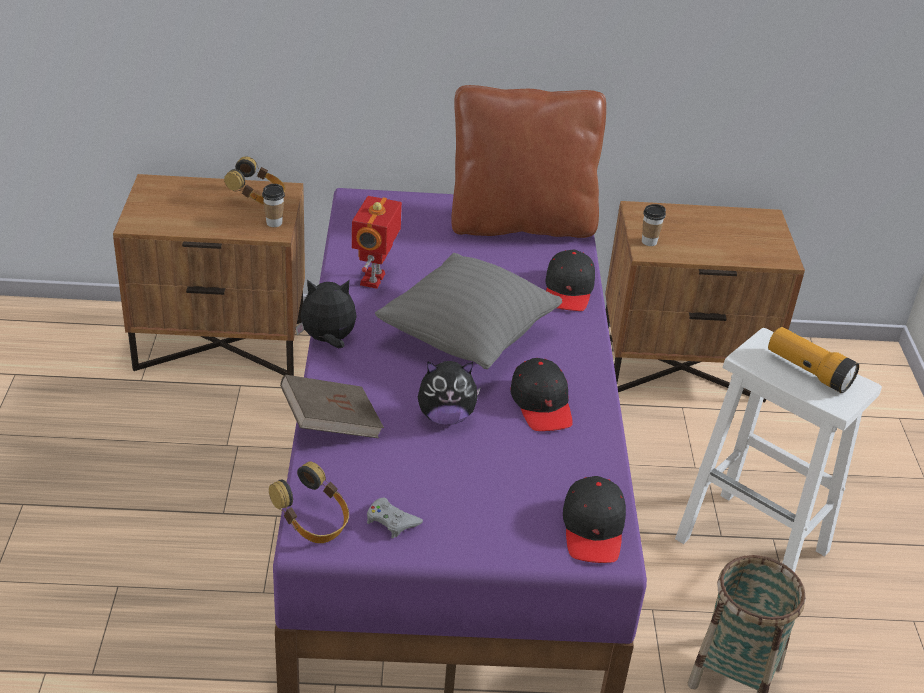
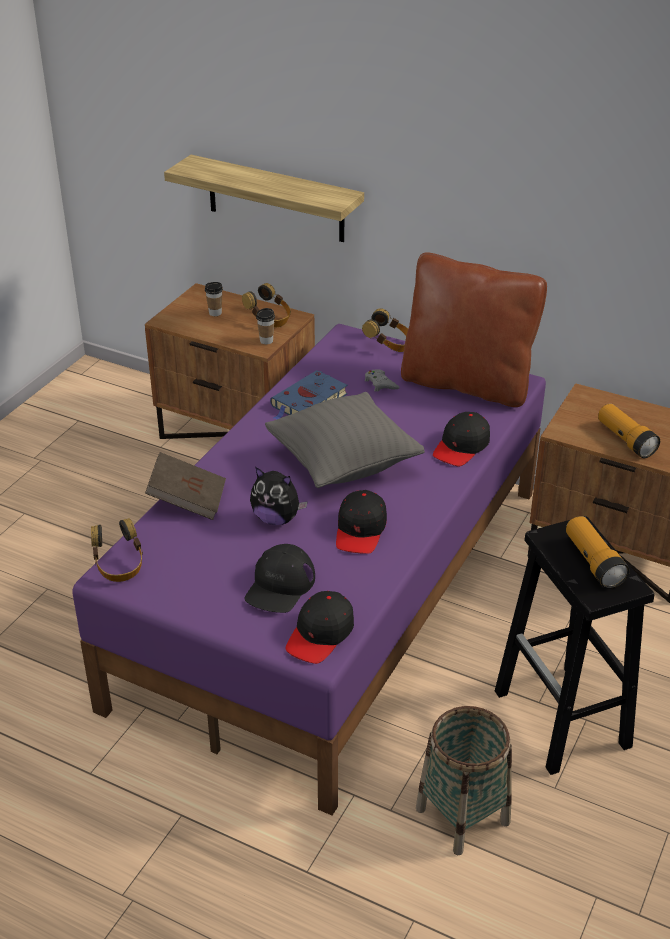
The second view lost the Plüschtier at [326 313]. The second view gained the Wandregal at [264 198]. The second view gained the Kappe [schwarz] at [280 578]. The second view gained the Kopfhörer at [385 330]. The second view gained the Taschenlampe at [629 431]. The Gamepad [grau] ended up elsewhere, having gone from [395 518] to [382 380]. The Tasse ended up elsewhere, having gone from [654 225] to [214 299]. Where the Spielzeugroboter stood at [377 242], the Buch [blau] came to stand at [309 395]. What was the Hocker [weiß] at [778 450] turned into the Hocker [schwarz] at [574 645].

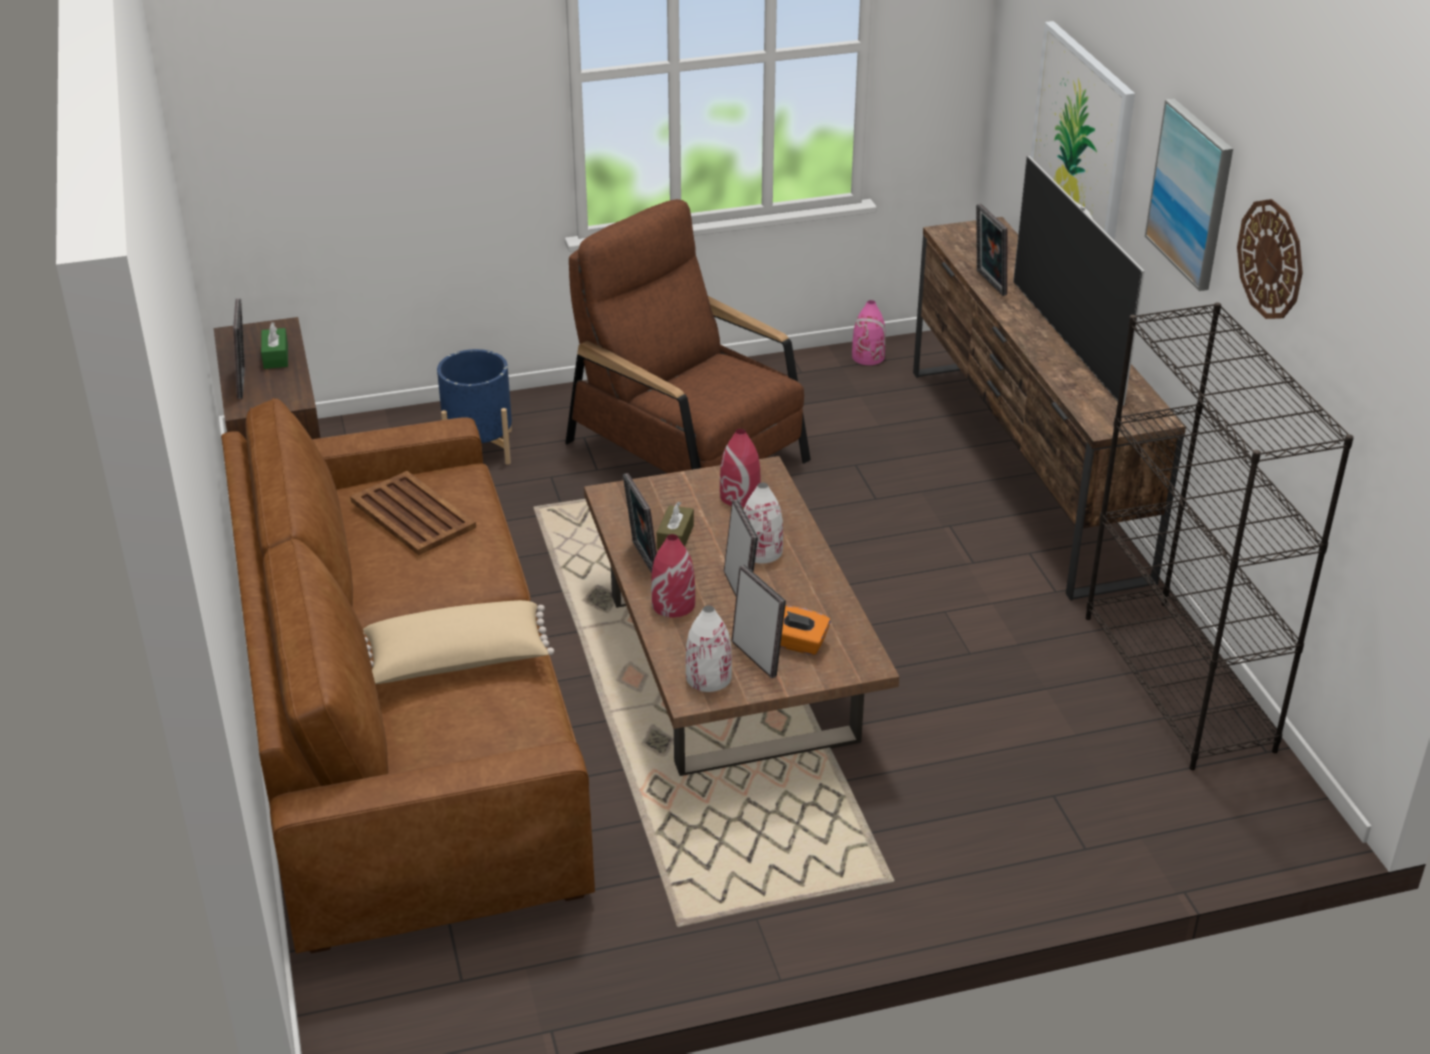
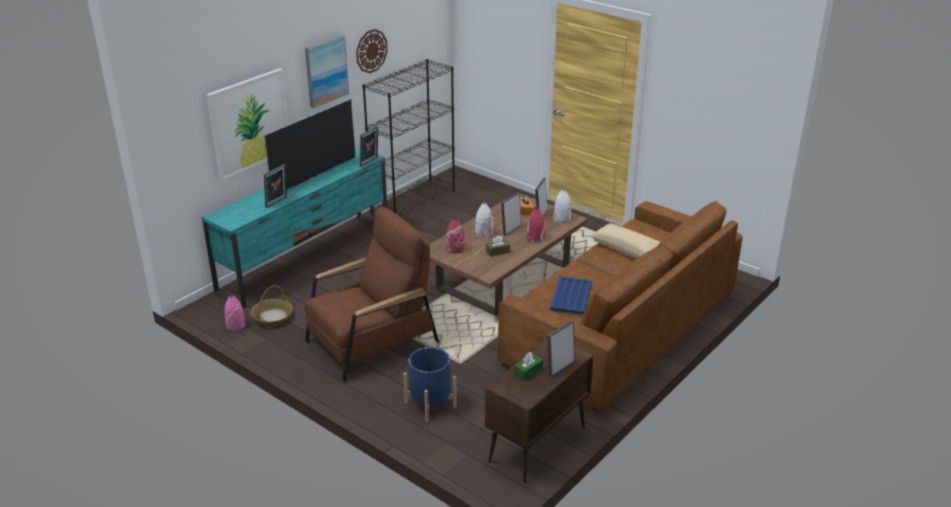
The second view gained the Korb at [272 305]. The Bilderrahmen ended up elsewhere, having gone from [640 523] to [368 146]. What was the Tablett [braun] at [413 513] turned into the Tablett [blau] at [571 295]. What was the Fernsehschrank [braun] at [1049 409] turned into the Fernsehschrank [türkis] at [294 227]. The Sessel [braun] at [688 336] ended up facing another way, 135 degrees counterclockwise from before.

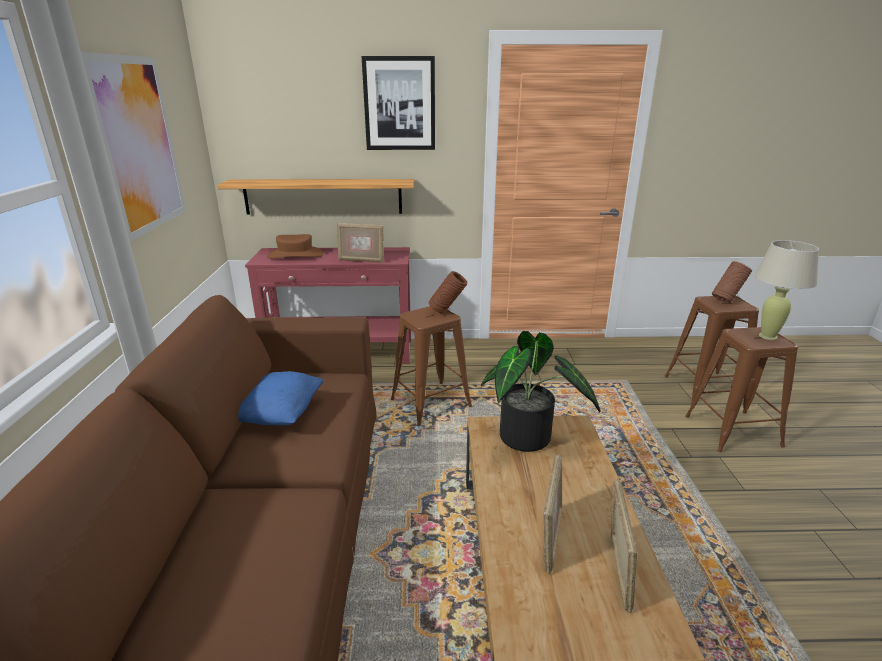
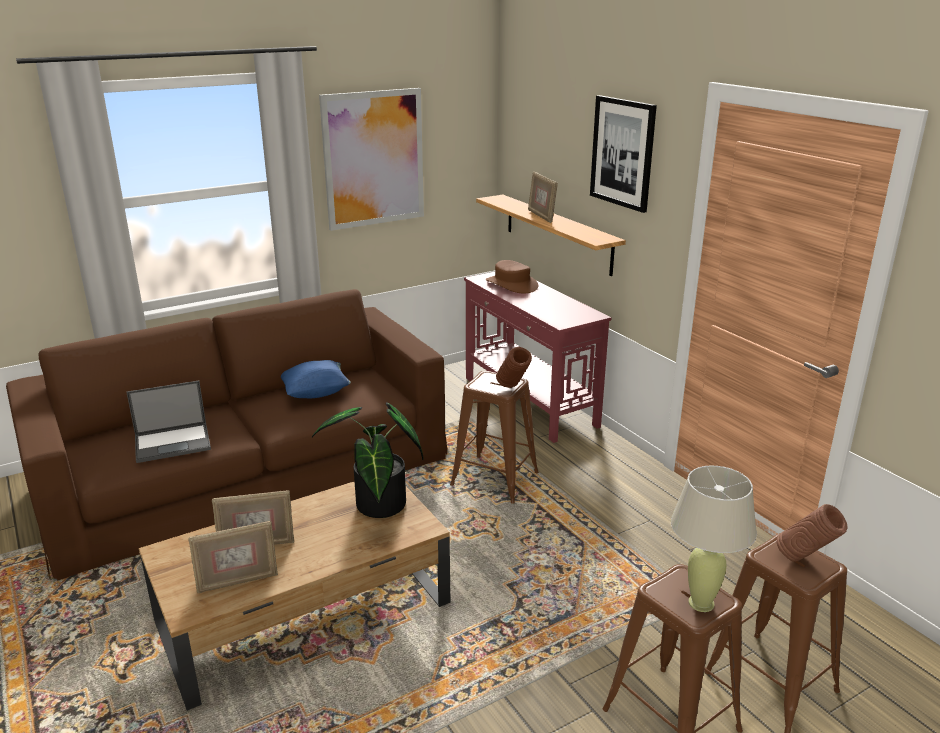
The second view gained the Laptop at [168 422]. The Bilderrahmen ended up elsewhere, having gone from [360 243] to [543 197].

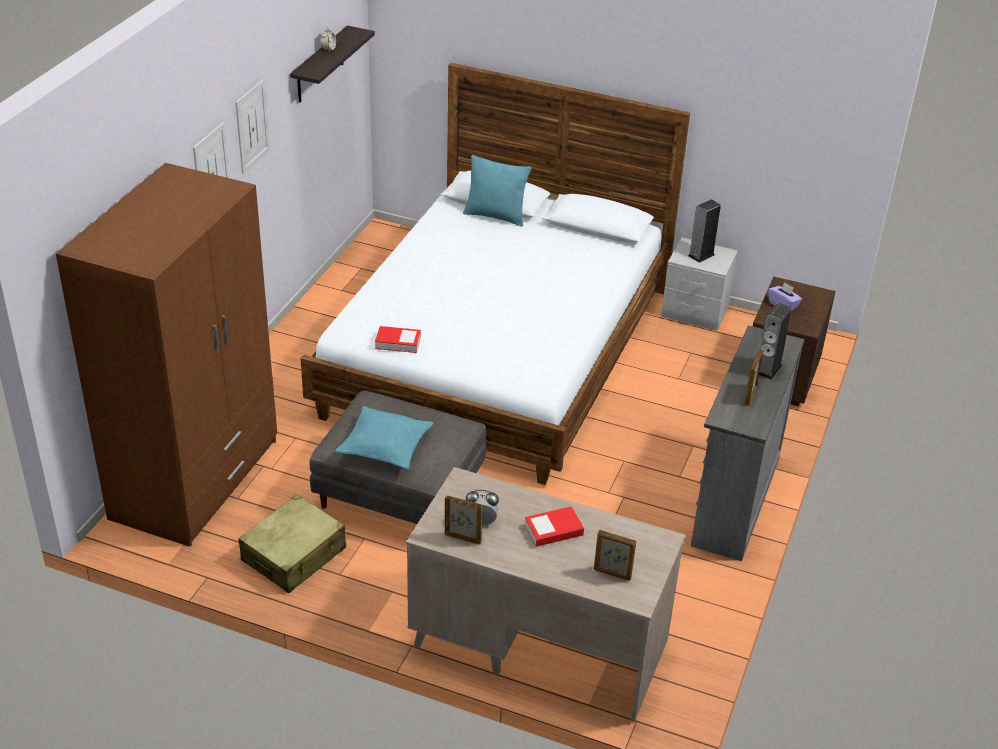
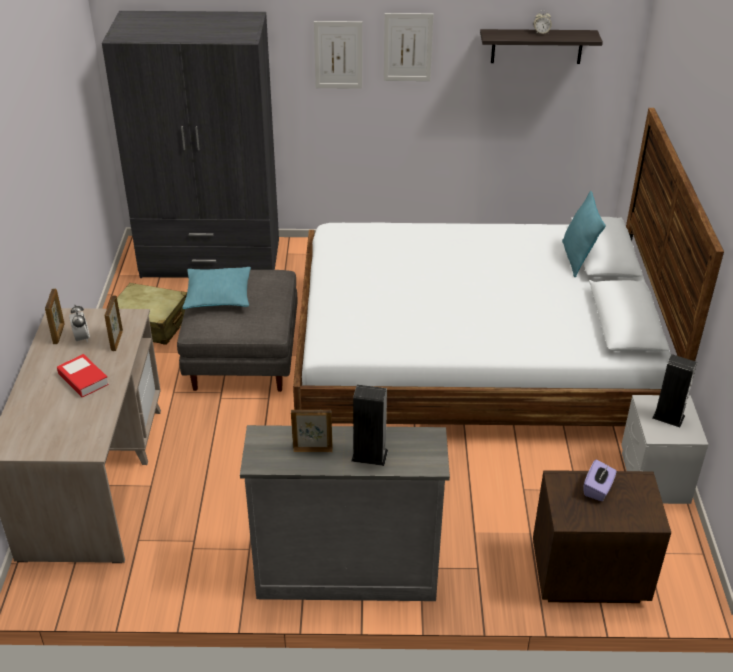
The second view lost the Buch at [398 339]. The Bilderrahmen ended up elsewhere, having gone from [615 555] to [113 323]. What was the Kleiderschrank [braun] at [166 355] turned into the Kleiderschrank [grau] at [190 144].

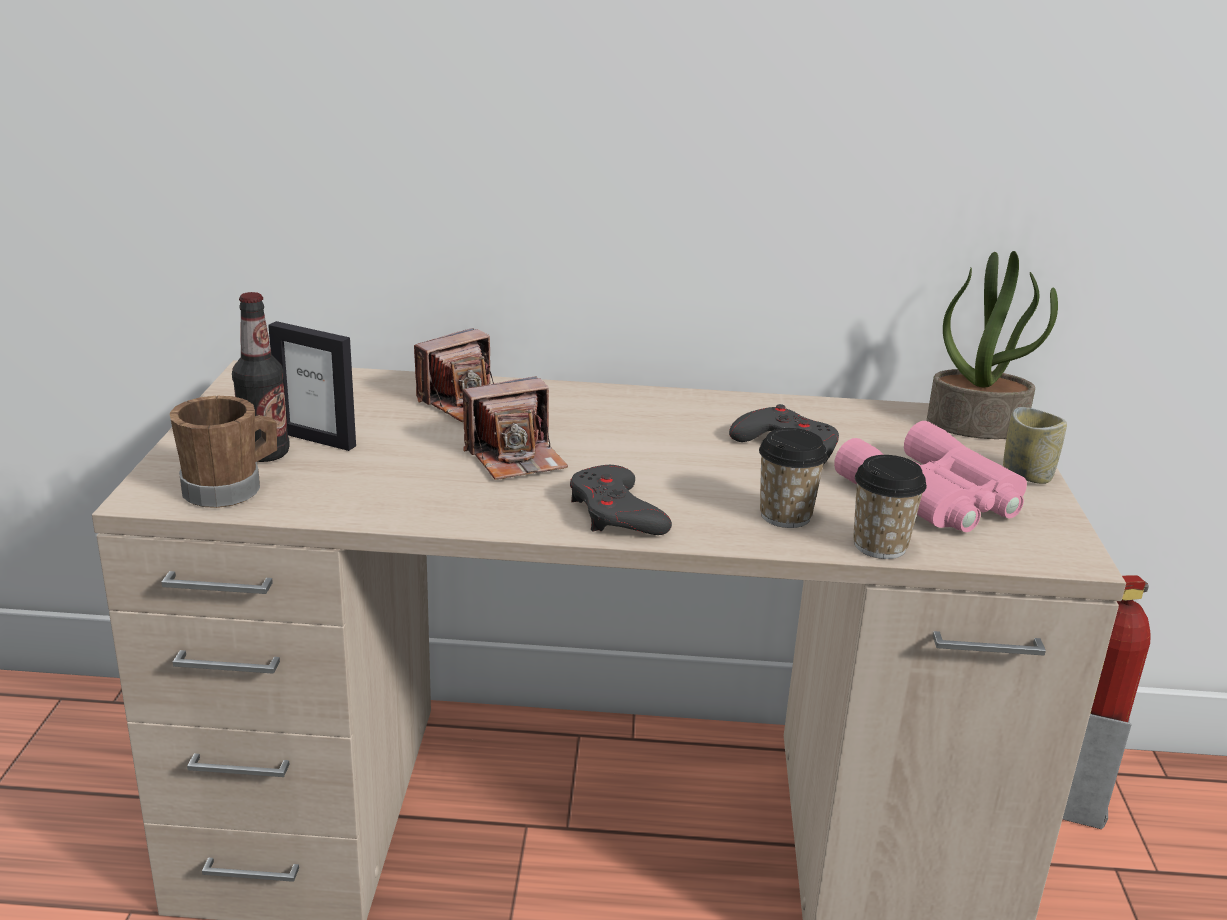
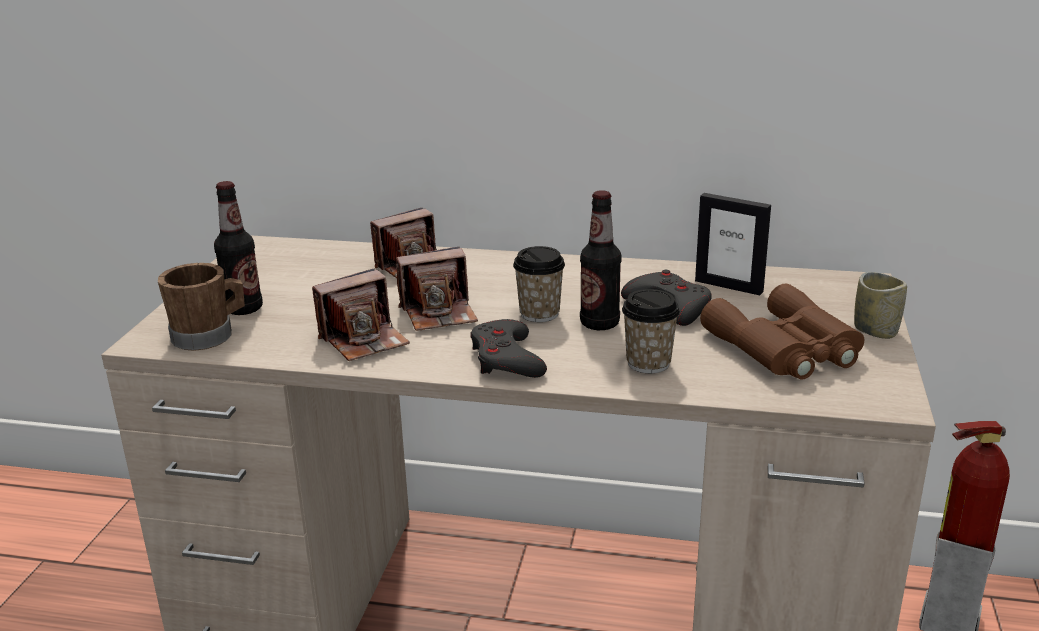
The second view lost the Topfpflanze at [992 345]. The second view gained the Kamera at [361 314]. The second view gained the Flasche at [601 260]. The Bilderrahmen ended up elsewhere, having gone from [312 386] to [733 244]. The Tasse ended up elsewhere, having gone from [890 507] to [539 284]. What was the Fernglas [rosa] at [930 476] turned into the Fernglas [braun] at [782 331].

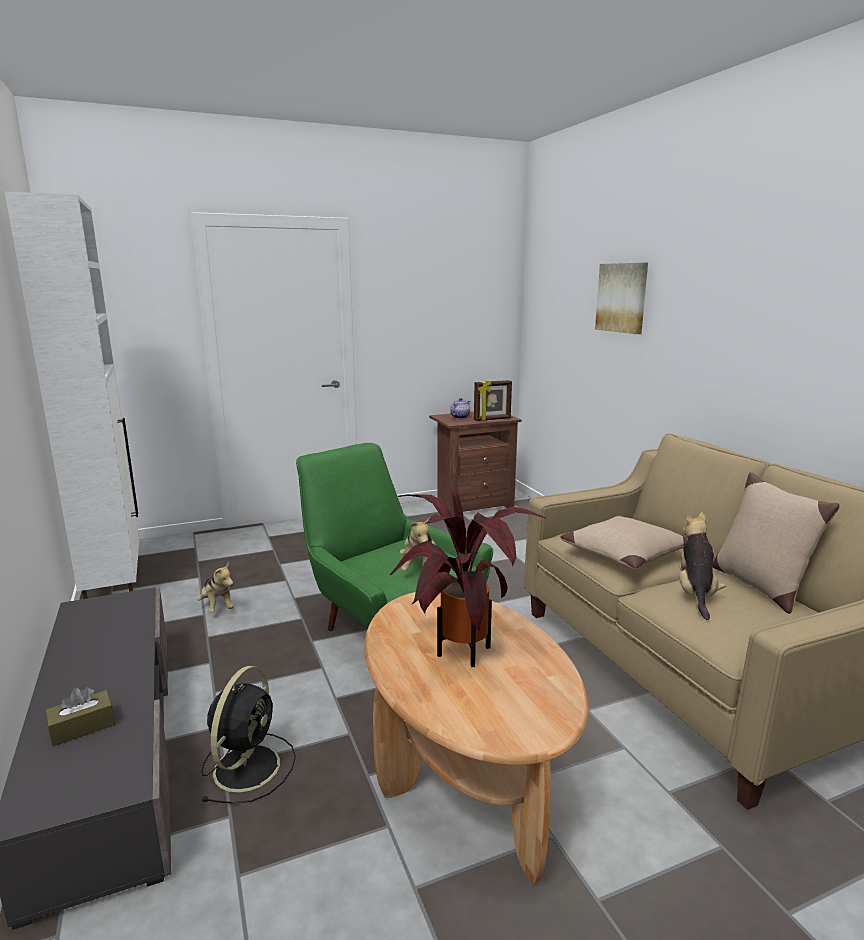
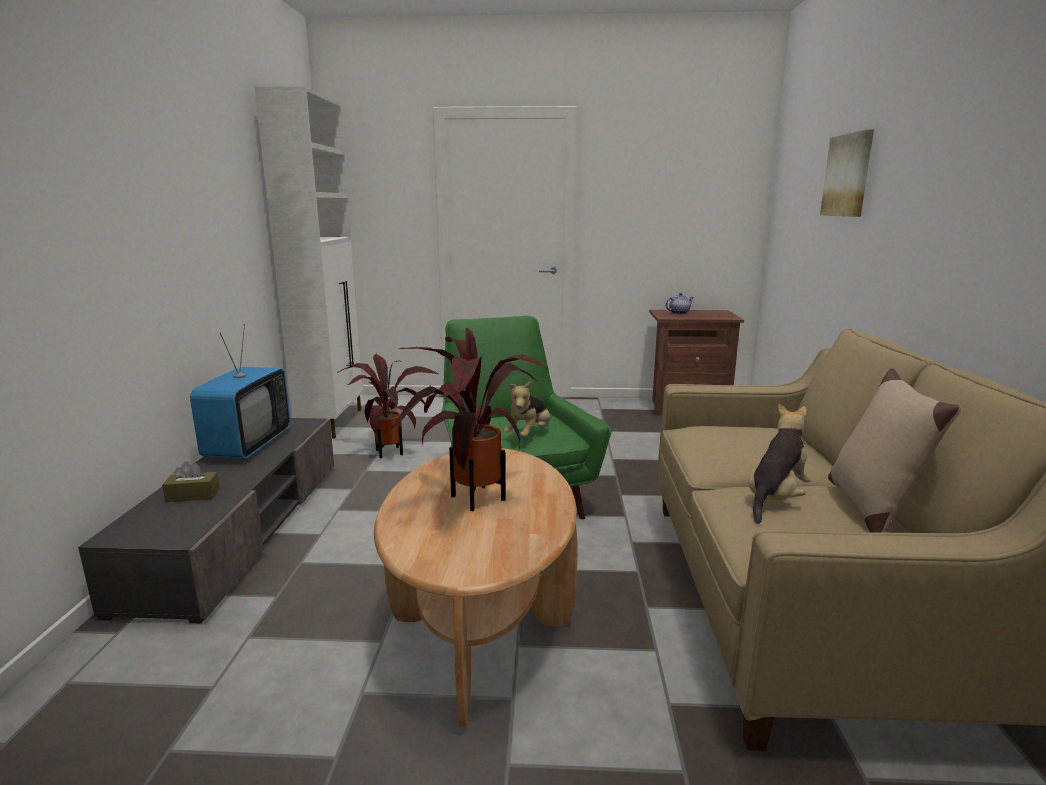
The second view lost the Ventilator [schwarz] at [248 735]. The second view lost the Bilderrahmen at [493 400]. The second view lost the Kissen [beige] at [623 542]. The second view gained the Fernseher at [240 391]. Where the Plüschtier stood at [215 587], the Topfpflanze came to stand at [388 406].

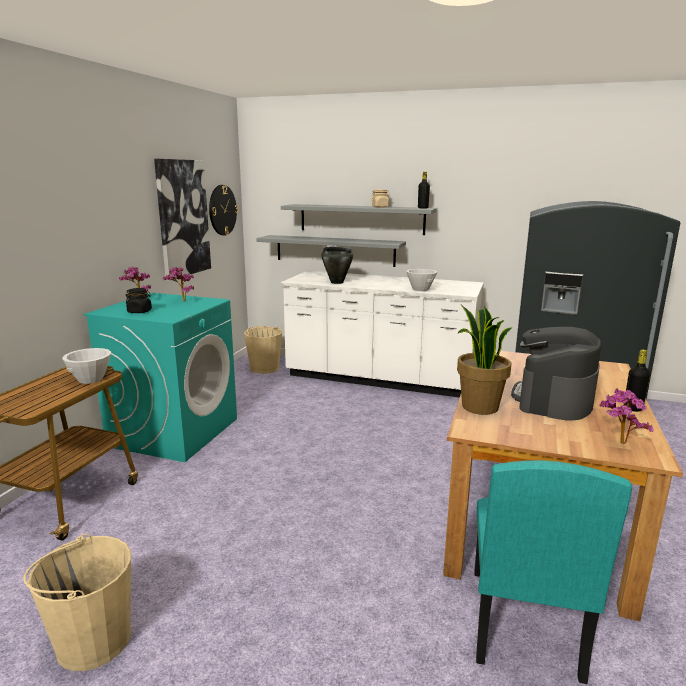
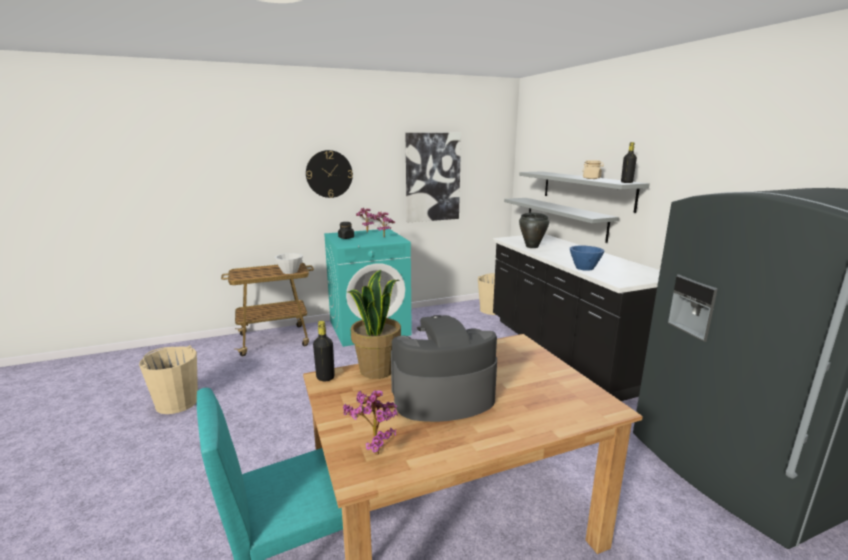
The Wanduhr ended up elsewhere, having gone from [223 210] to [329 174]. The Flasche [schwarz] ended up elsewhere, having gone from [638 381] to [324 351]. What was the Küchenzeile [weiß] at [382 334] turned into the Küchenzeile [schwarz] at [576 317]. What was the Schüssel [weiß] at [421 280] turned into the Schüssel [blau] at [587 258].

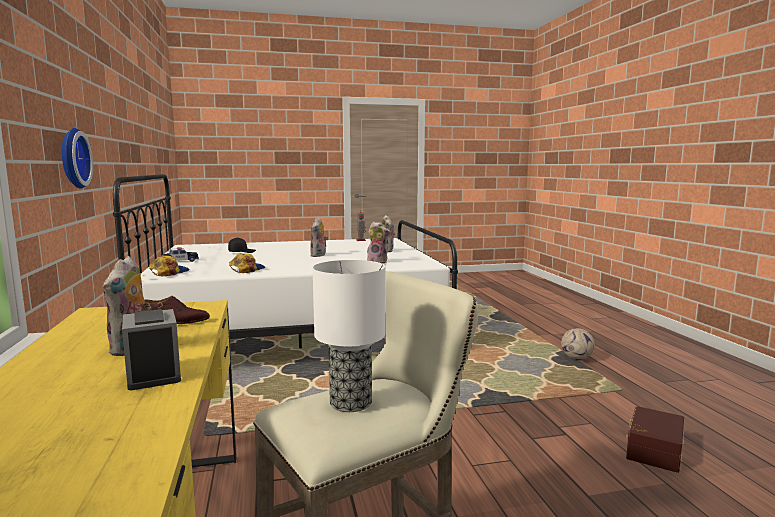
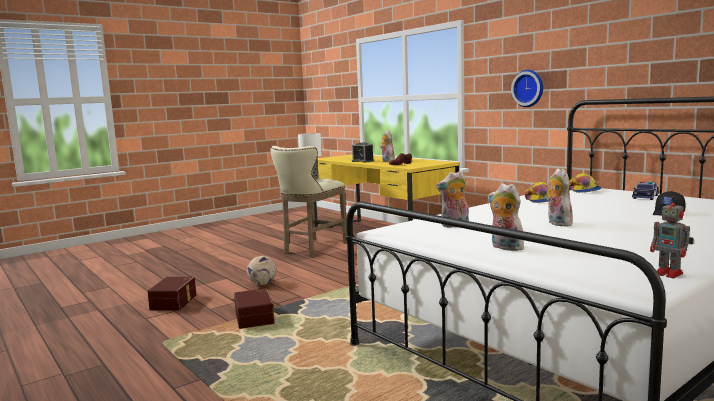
The second view gained the Aufbewahrungsbox [braun] at [254 308]. The Fußball ended up elsewhere, having gone from [578 344] to [262 270].

